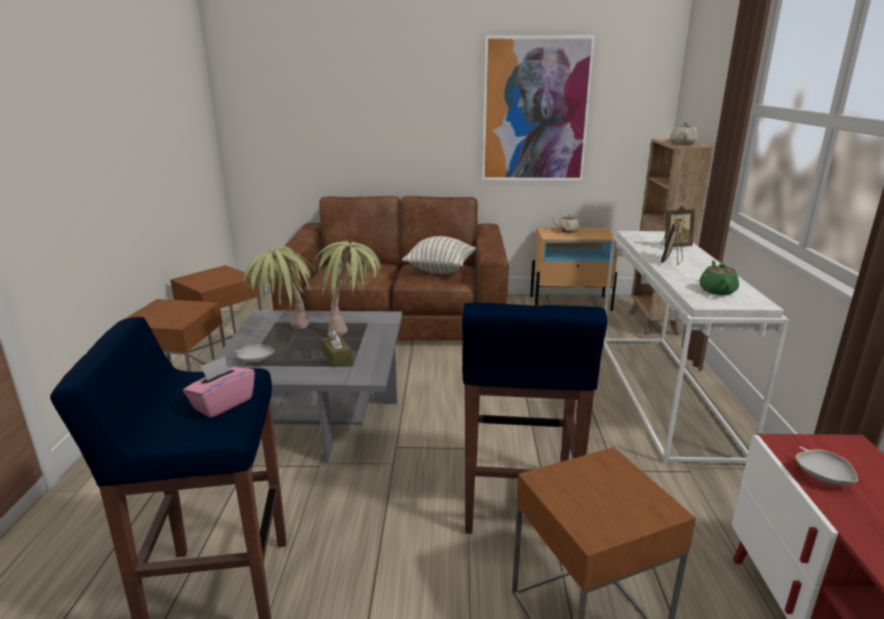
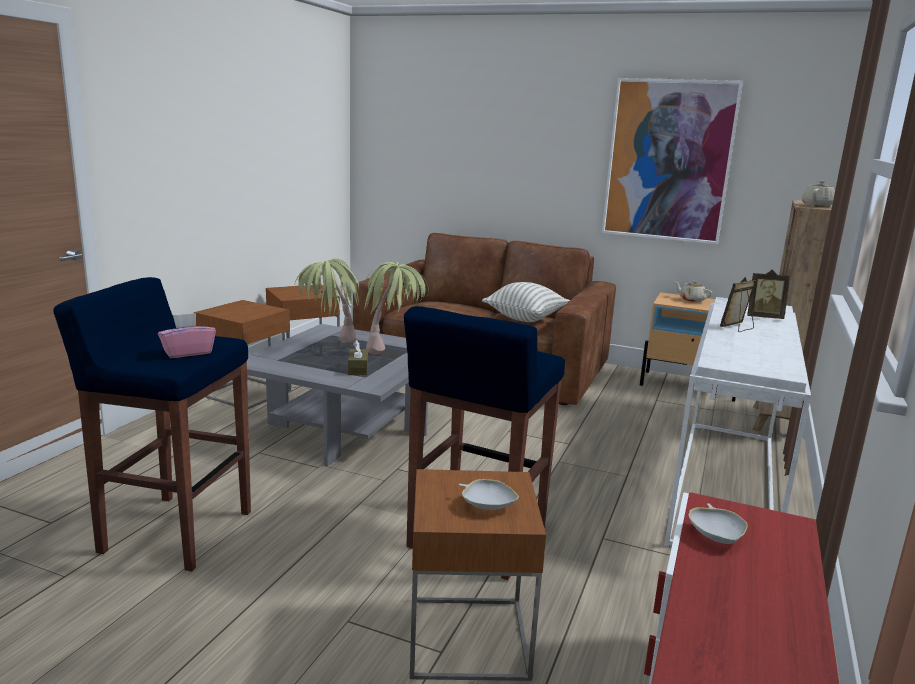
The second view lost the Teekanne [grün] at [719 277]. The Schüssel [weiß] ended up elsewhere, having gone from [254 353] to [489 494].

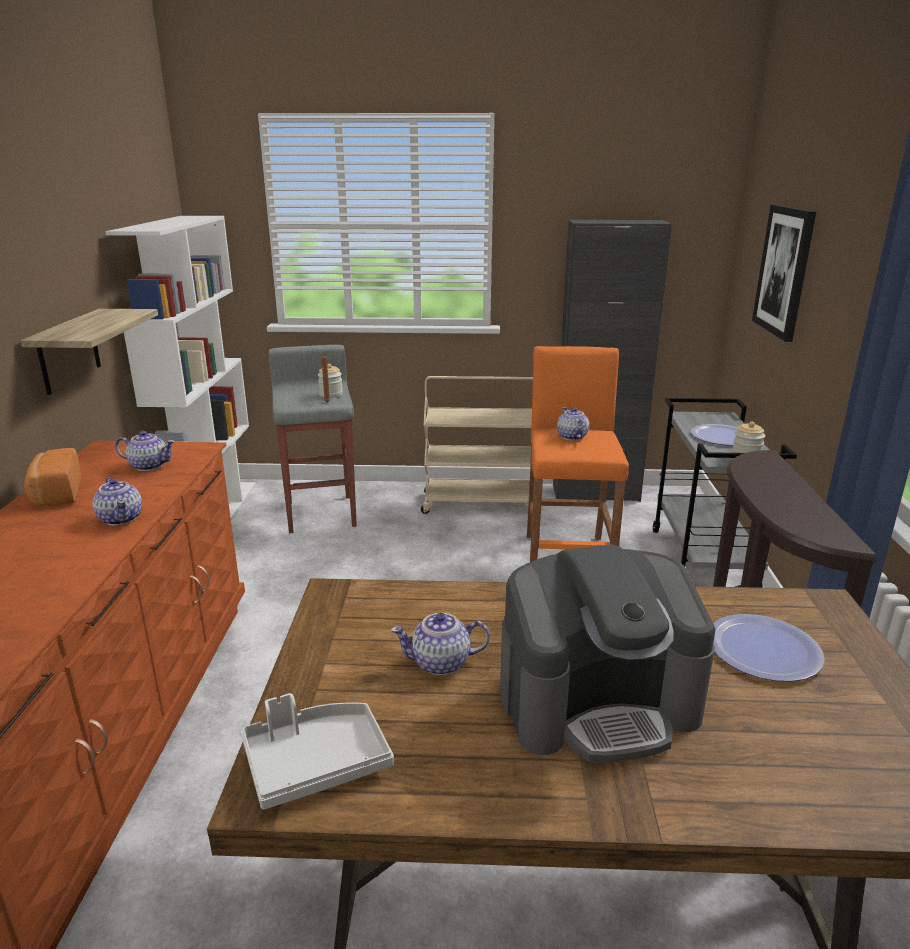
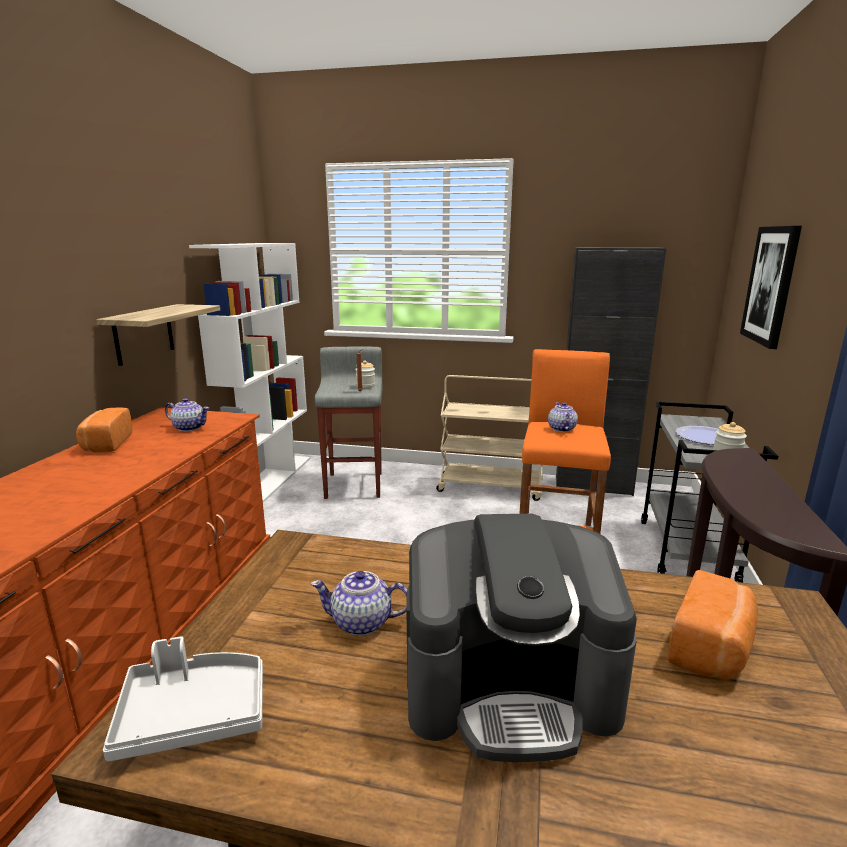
The second view lost the Teekanne at [117 501]. Where the Teller stood at [769 648], the Brot came to stand at [713 625].

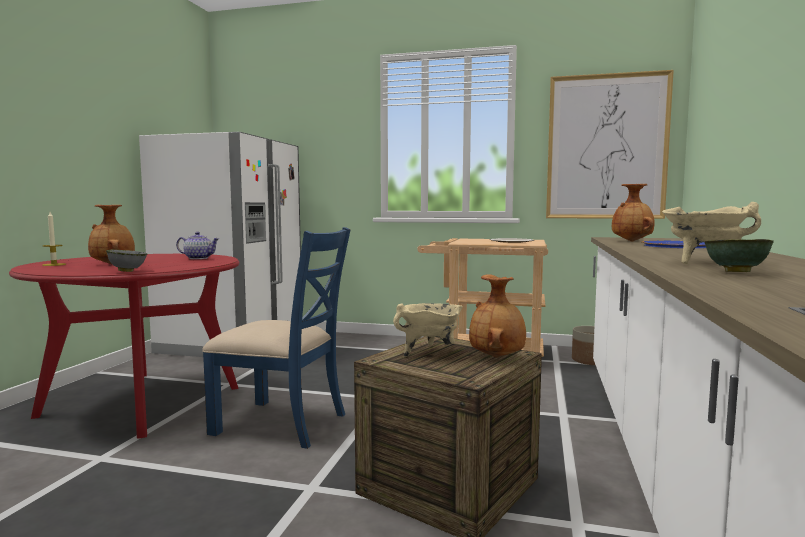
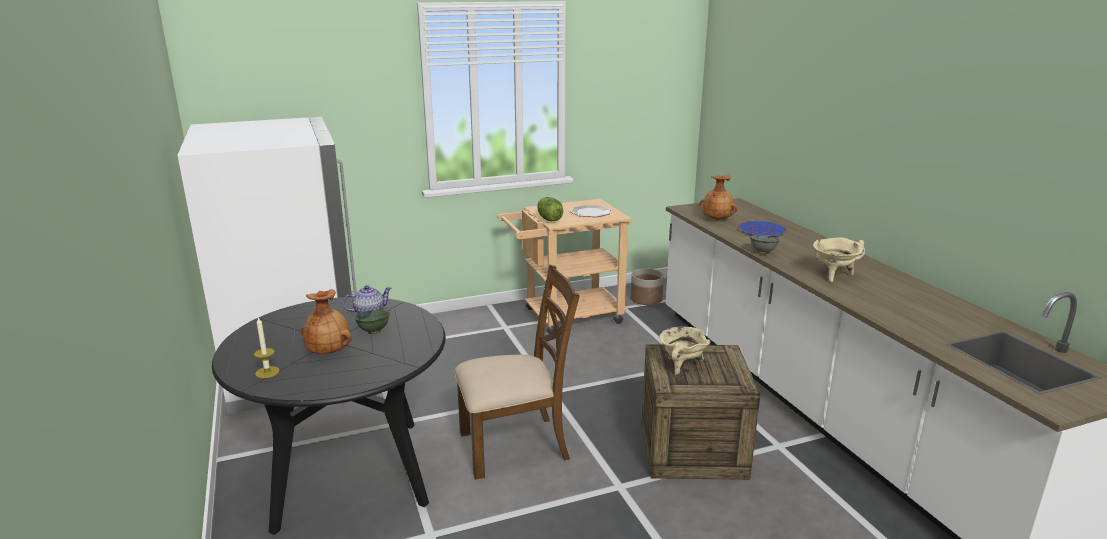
The second view lost the Vase [braun] at [497 316]. The second view lost the Bild at [610 144]. The second view gained the Salatkopf at [550 209]. The Schüssel [grau] ended up elsewhere, having gone from [126 261] to [765 244]. The Schüssel [grün] ended up elsewhere, having gone from [739 255] to [372 322]. What was the Esstisch [rot] at [124 346] turned into the Esstisch [schwarz] at [329 416]. What was the Stuhl [blau] at [276 338] turned into the Stuhl [braun] at [517 372].

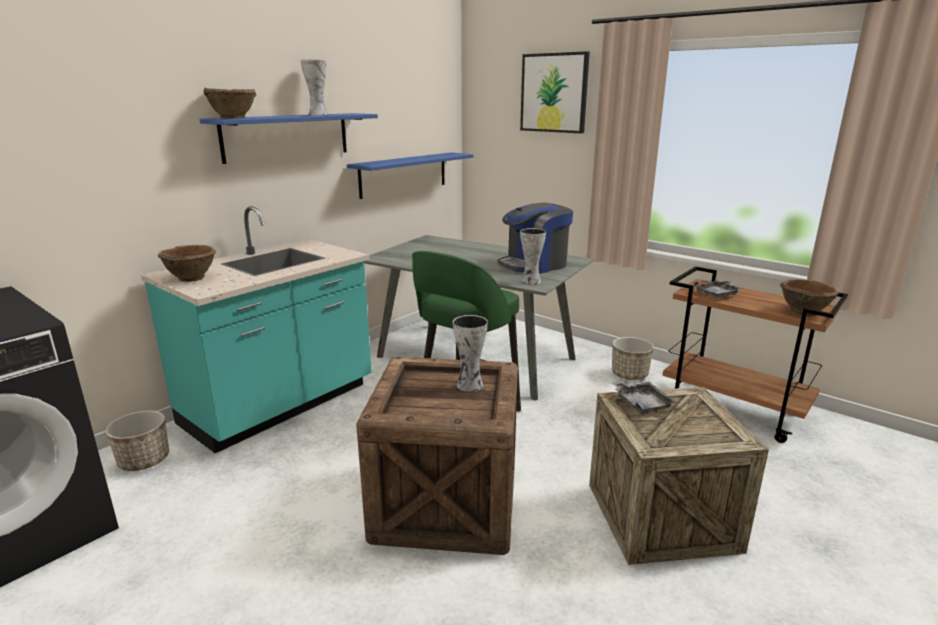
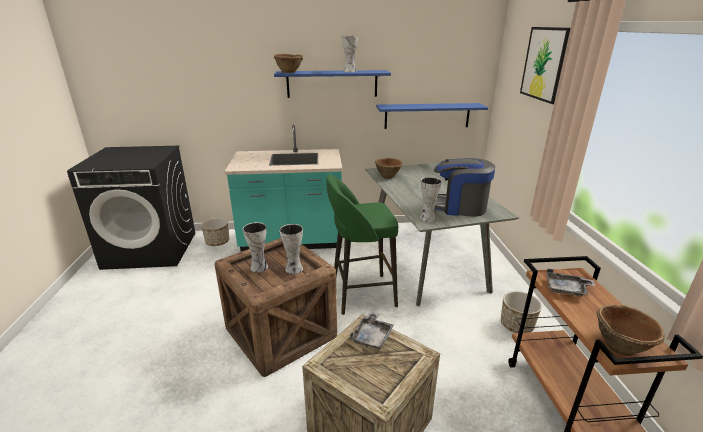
The second view gained the Vase at [255 247]. The Schüssel [braun] ended up elsewhere, having gone from [187 263] to [389 168].

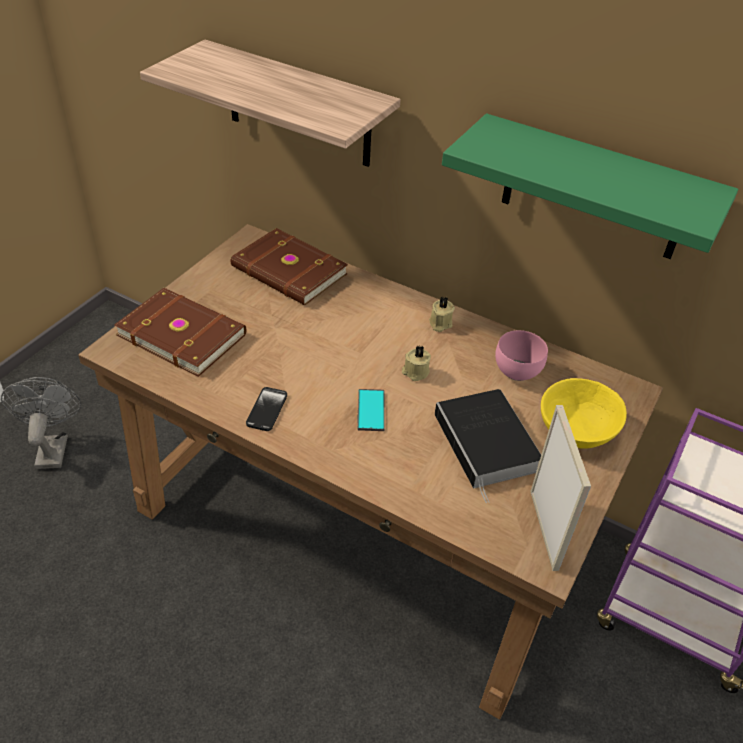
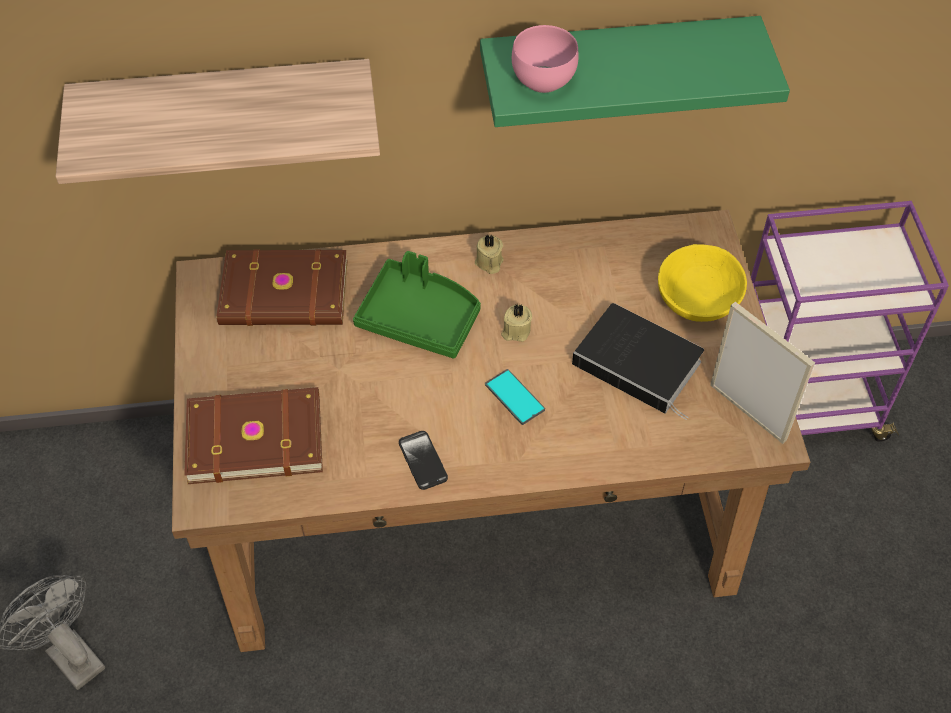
The second view gained the Tablett [grün] at [417 304]. The Schüssel [rosa] ended up elsewhere, having gone from [521 355] to [545 59].

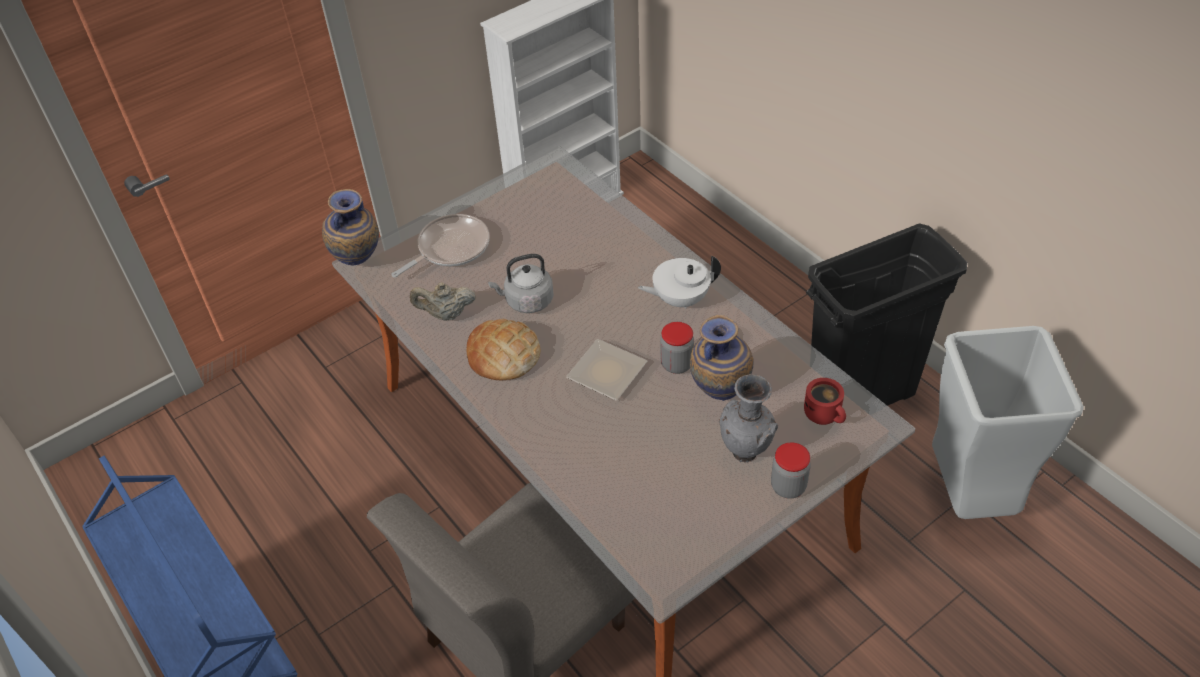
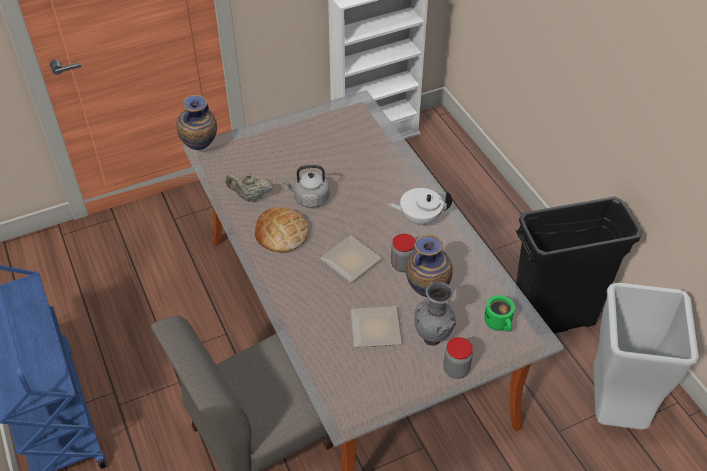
The second view lost the Pfanne at [440 246]. The second view gained the Teller at [376 326]. What was the Henkelbecher [rot] at [825 401] turned into the Henkelbecher [grün] at [499 313].

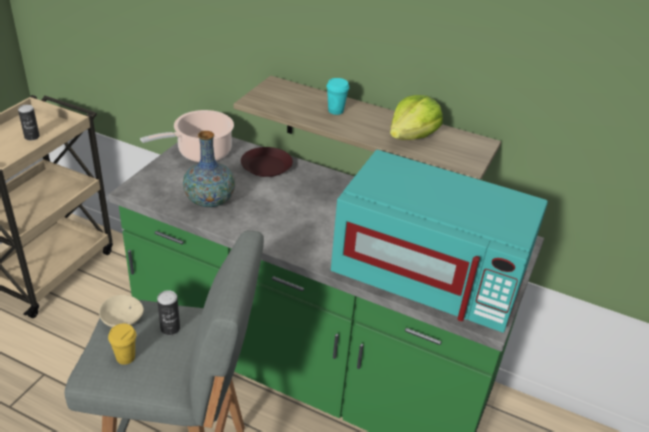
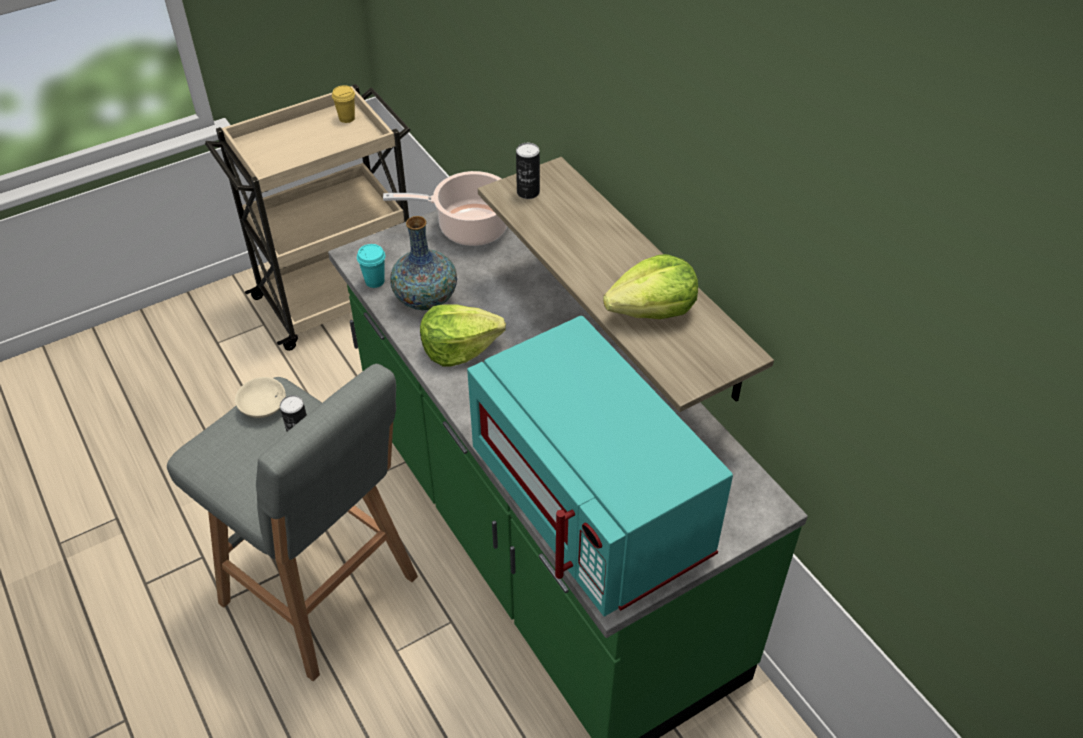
The second view lost the Teller [braun] at [267 162]. The second view gained the Salatkopf at [463 335]. The Dose ended up elsewhere, having gone from [29 122] to [528 171]. The Tasse [gelb] ended up elsewhere, having gone from [122 344] to [343 104]. The Tasse [türkis] ended up elsewhere, having gone from [337 96] to [371 266].

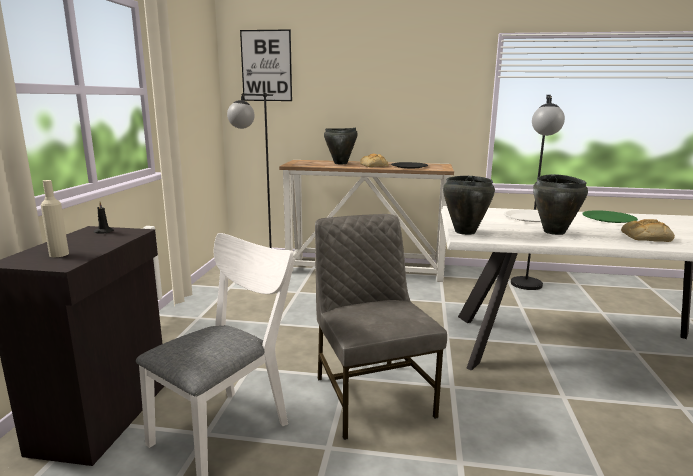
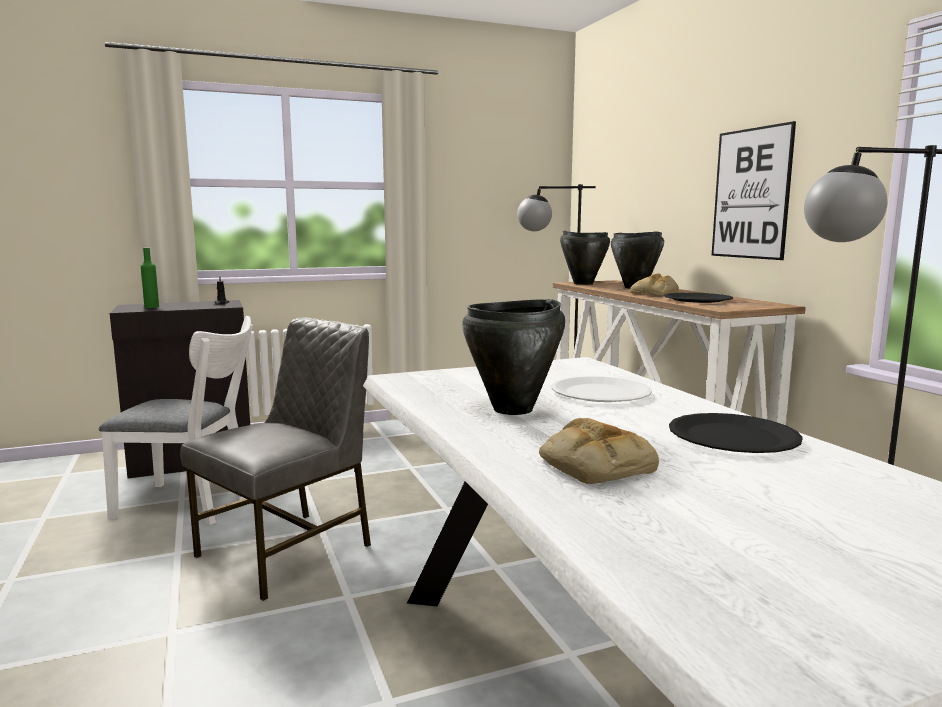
The Bild ended up elsewhere, having gone from [266 65] to [754 190]. The Kochtopf [schwarz] ended up elsewhere, having gone from [469 205] to [585 258]. What was the Flasche [beige] at [55 218] turned into the Flasche [grün] at [150 278]. What was the Teller [grün] at [610 216] turned into the Teller [schwarz] at [736 433].

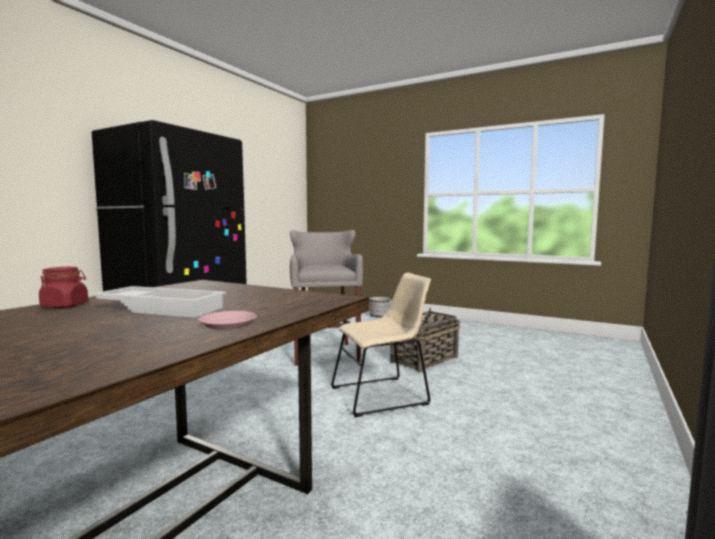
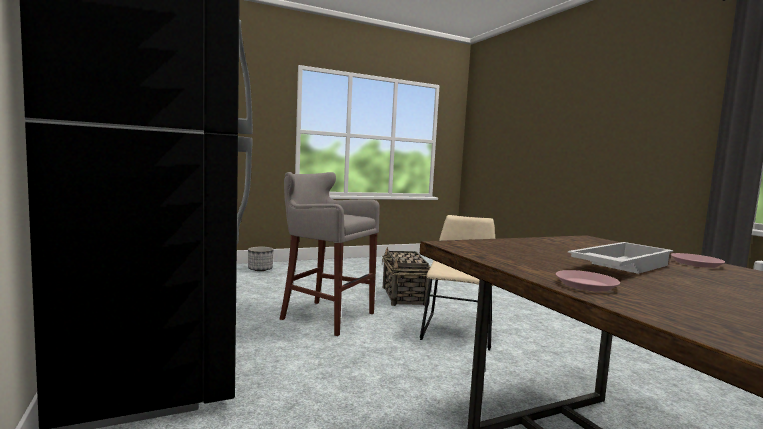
Where the Vorratsglas [rot] stood at [63 287], the Teller [rosa] came to stand at [588 281].

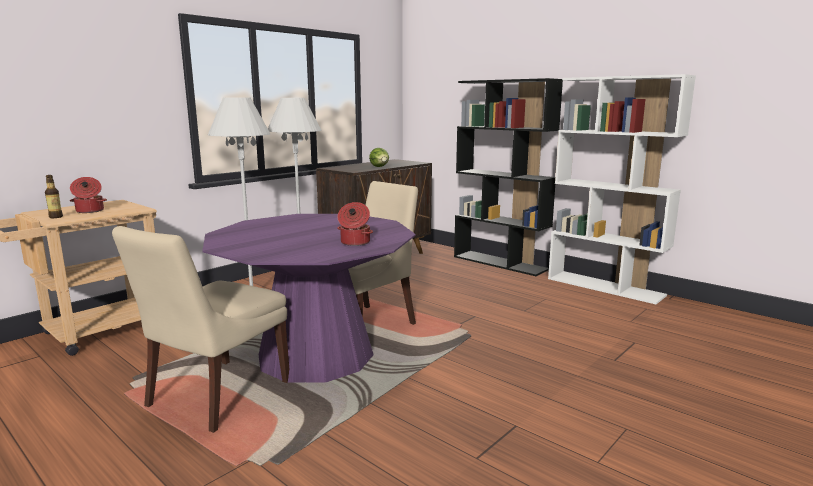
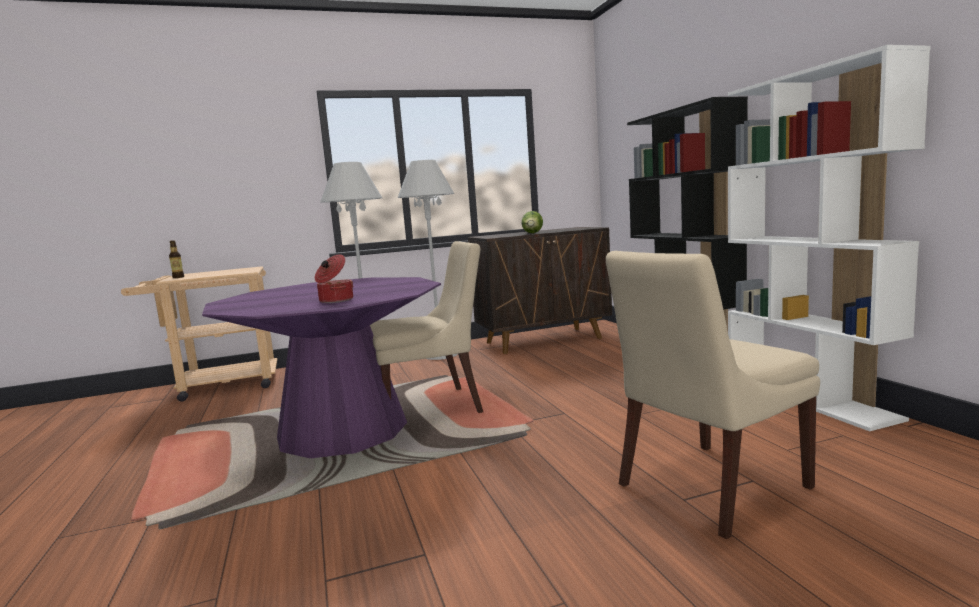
The second view lost the Kochtopf at [88 195]. The Stuhl [beige] ended up elsewhere, having gone from [200 329] to [713 395].

